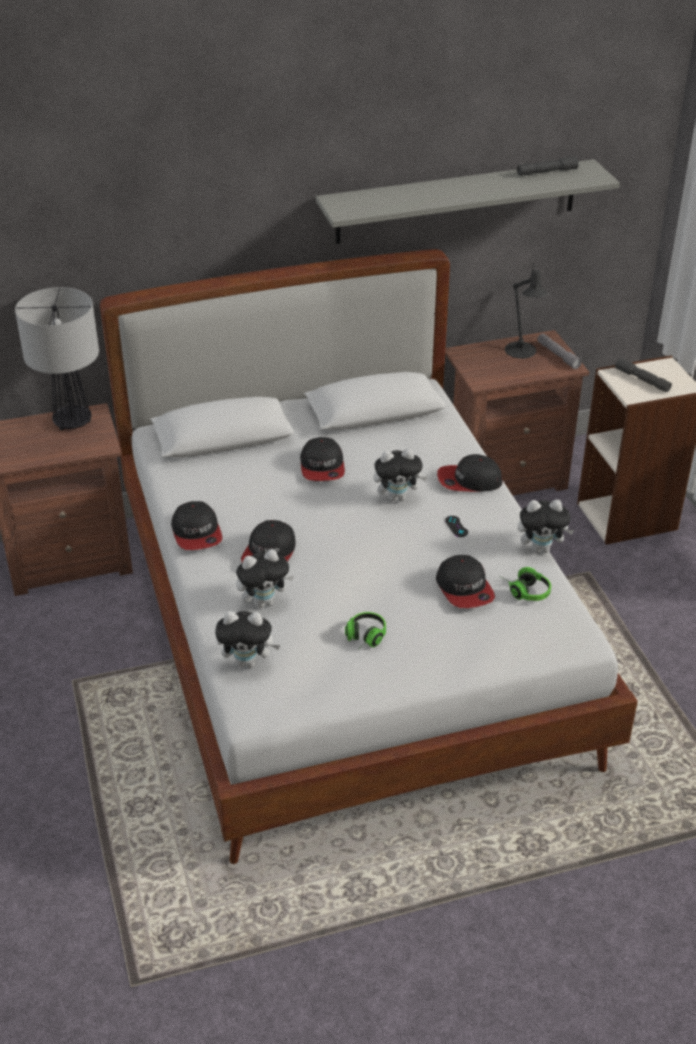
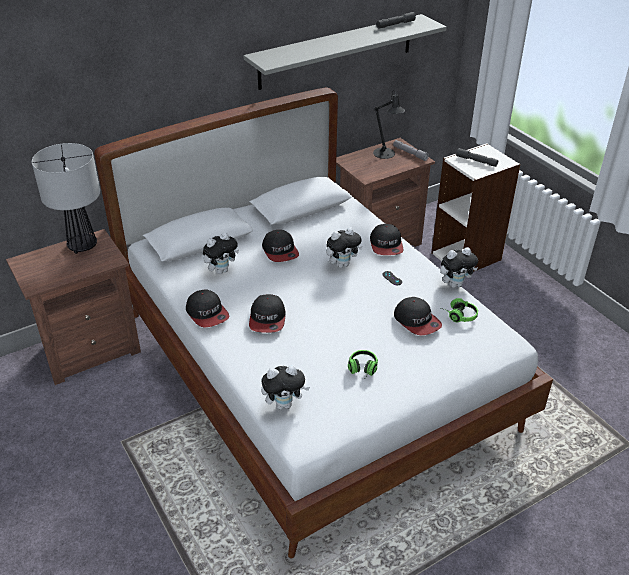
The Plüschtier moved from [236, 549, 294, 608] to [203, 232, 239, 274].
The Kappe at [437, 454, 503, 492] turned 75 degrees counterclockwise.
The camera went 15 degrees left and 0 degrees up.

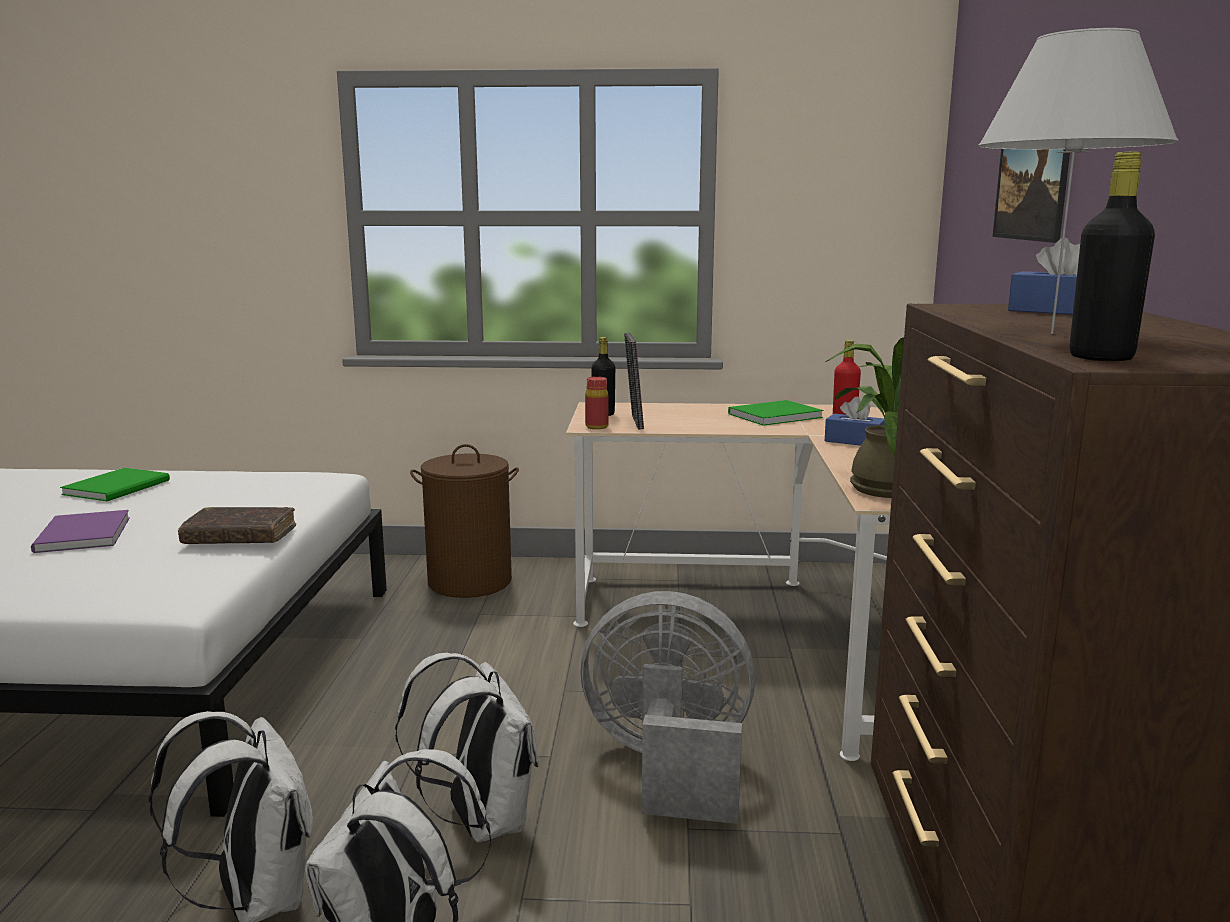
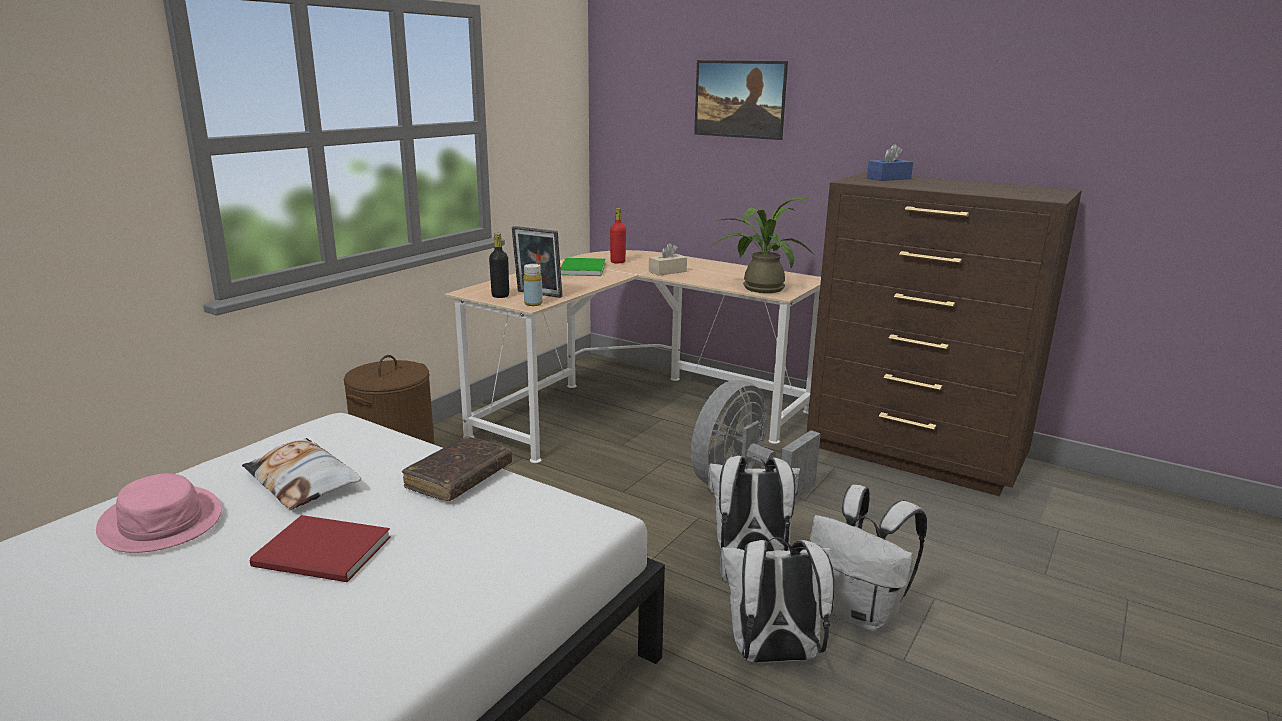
The Buch (grün) at [60, 468, 170, 501] was replaced by the Hut (rosa) at [96, 473, 222, 553].
The Kissen at [242, 438, 361, 510] appeared.
The Buch (lila) at [31, 510, 130, 553] became the Buch (rot) at [250, 515, 391, 582].
The Flasche (rot) at [585, 377, 608, 429] became the Flasche (gelb) at [523, 264, 543, 306].
The Taschentuchbox (blau) at [825, 397, 885, 446] became the Taschentuchbox (beige) at [649, 243, 687, 276].
The Tischlampe (weiß) at [978, 28, 1178, 334] disappeared.
The Flasche (schwarz) at [1070, 152, 1155, 361] disappeared.
The camera went 60 degrees left and 5 degrees up.

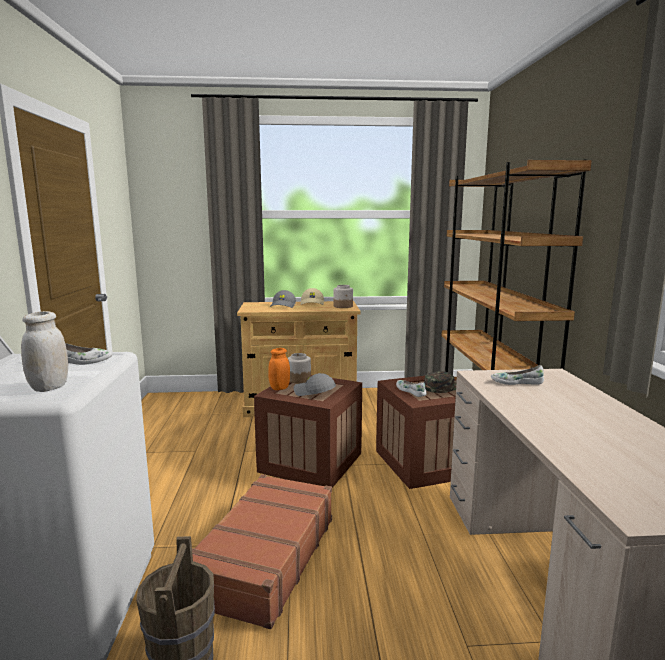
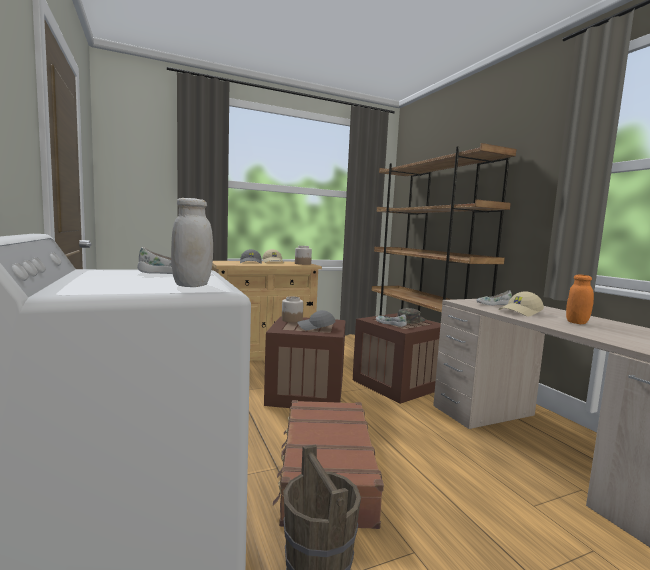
The Kappe (beige) at [498, 291, 544, 316] appeared.
The Vorratsglas (orange) moved from [268, 348, 290, 390] to [566, 275, 594, 324].
The camera went 20 degrees left and 5 degrees down.

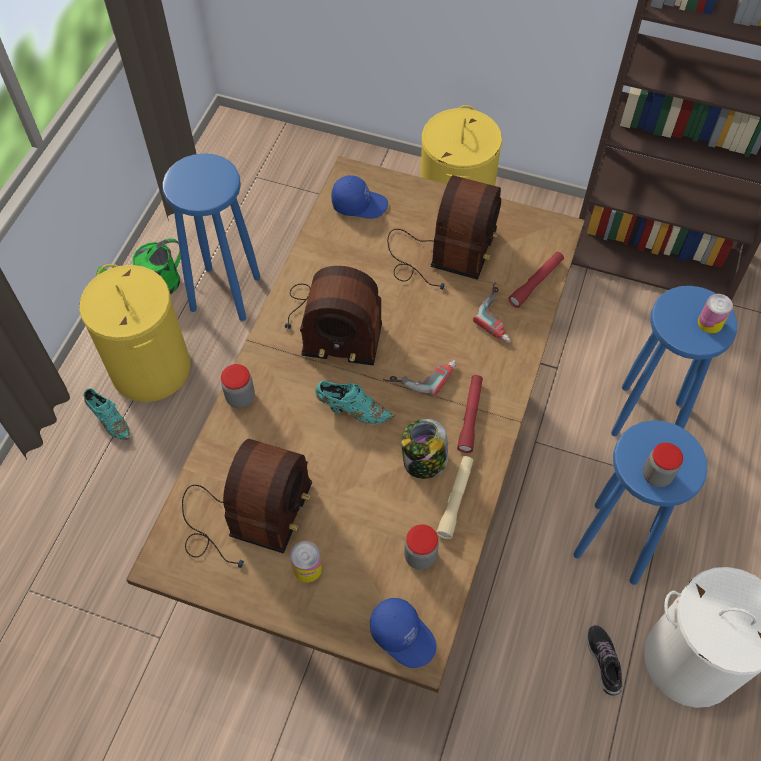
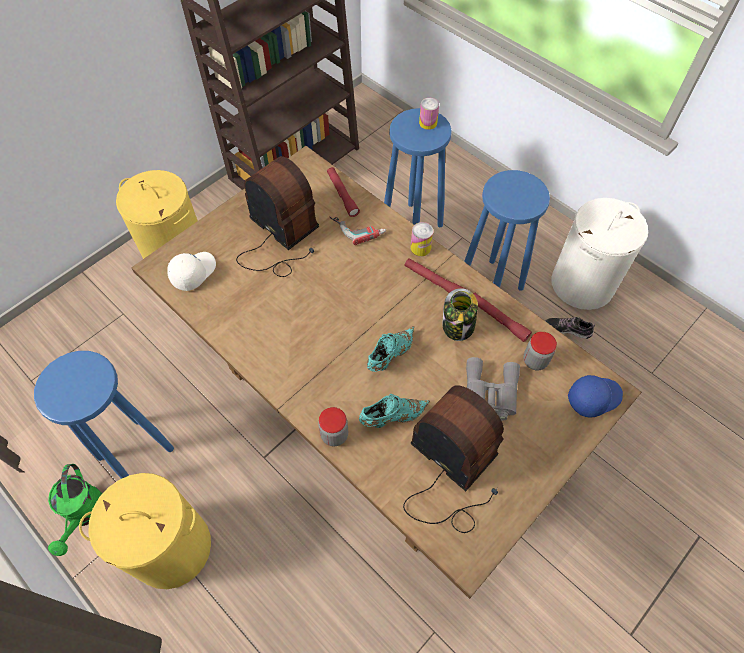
The Kappe (blau) at [331, 175, 388, 219] became the Kappe (weiß) at [167, 252, 216, 291].
The Schuh (türkis) moved from [83, 388, 130, 440] to [359, 394, 430, 428].
The Dose moved from [290, 541, 322, 583] to [411, 222, 433, 256].
The Fernglas (grau) at [466, 357, 520, 421] appeared.
The Taschenlampe (beige) at [436, 456, 474, 539] became the Taschenlampe (rot) at [473, 292, 532, 342].
The Radio at [285, 266, 382, 366] disappeared.
The Bohrmaschine at [383, 360, 456, 397] disappeared.
The Vorratsglas at [643, 443, 683, 487] disappeared.
The camera went 65 degrees left and 0 degrees up.

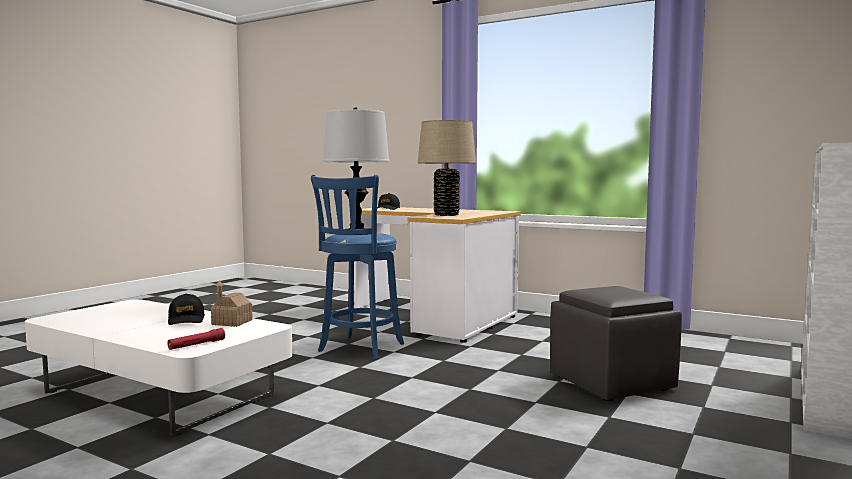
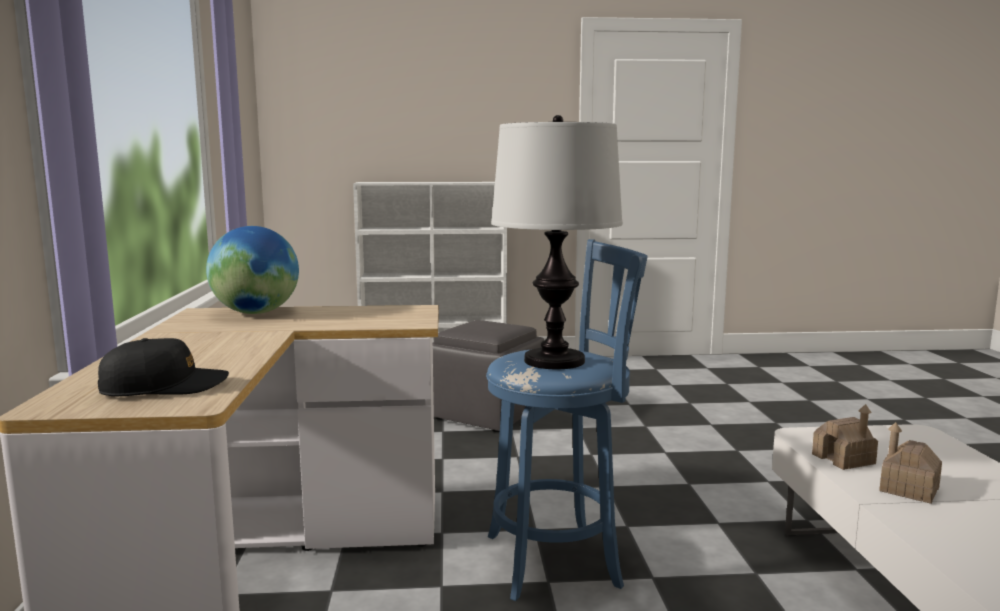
The Globus at [206, 226, 299, 314] appeared.
The Kappe (schwarz) at [168, 294, 205, 325] was replaced by the Spielzeughaus at [879, 422, 942, 504].
The Taschenlampe (rot) at [167, 328, 225, 350] disappeared.
The Tischlampe (beige) at [418, 120, 476, 216] disappeared.
The camera went 125 degrees left and 5 degrees up.

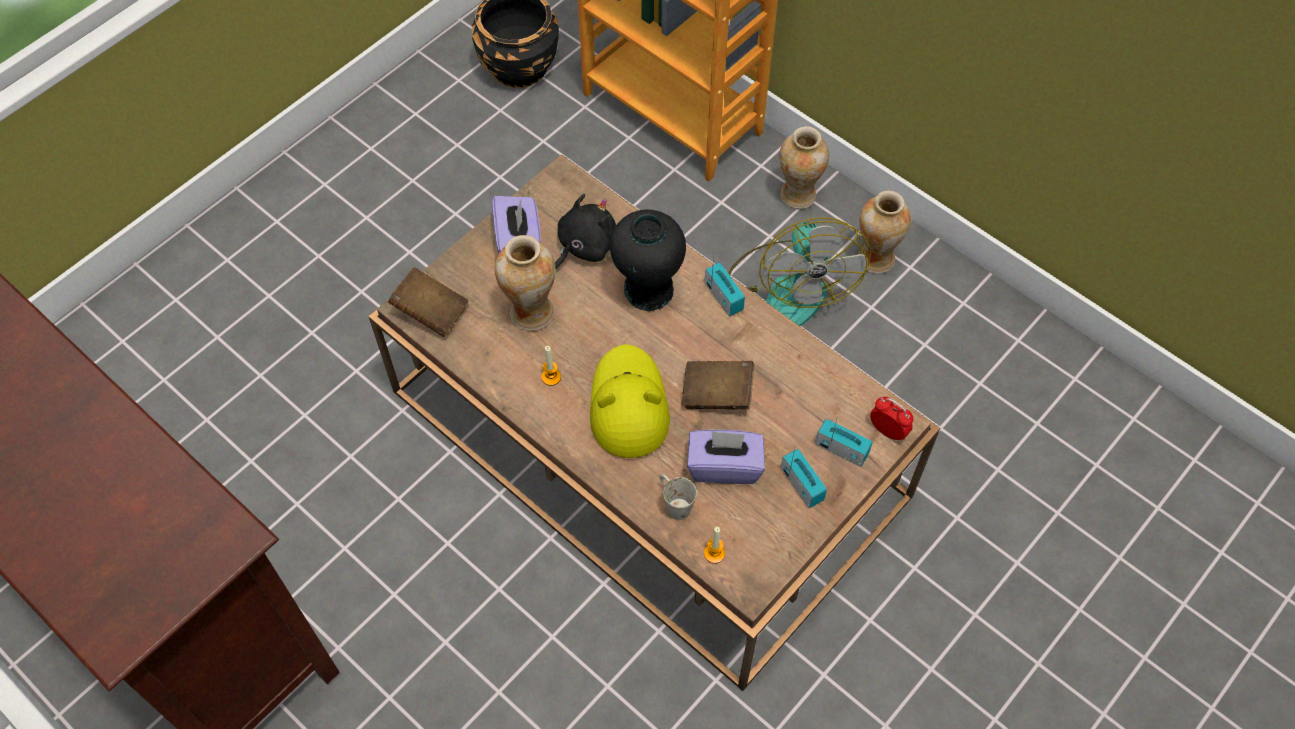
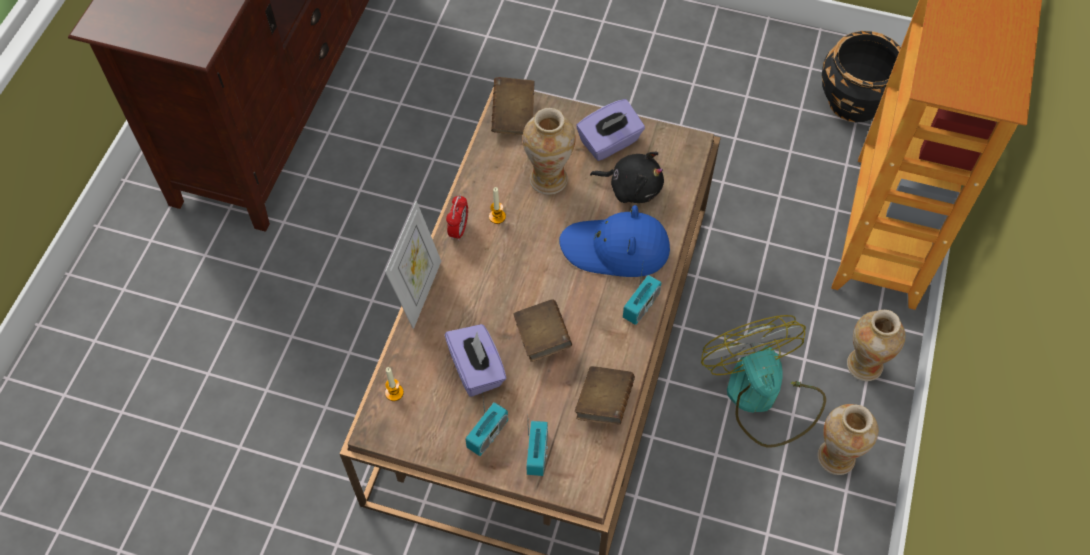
The Bilderrahmen at [385, 201, 441, 329] appeared.
The Wecker moved from [870, 397, 913, 442] to [446, 195, 468, 241].
The Vase (schwarz) at [610, 209, 686, 311] was replaced by the Hut (blau) at [559, 205, 670, 277].
The Buch (braun) at [575, 366, 635, 425] appeared.
The Ventilator at [728, 217, 871, 326] turned 105 degrees clockwise.
The Hut (gelb) at [590, 344, 670, 458] disappeared.
The Henkelbecher (weiß) at [660, 474, 697, 520] disappeared.
The camera went 65 degrees right and 0 degrees up.

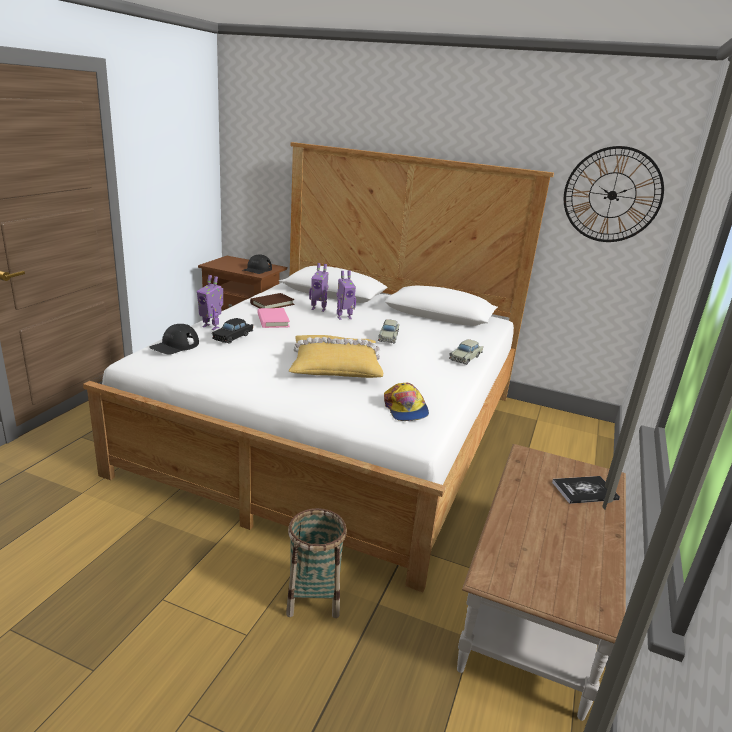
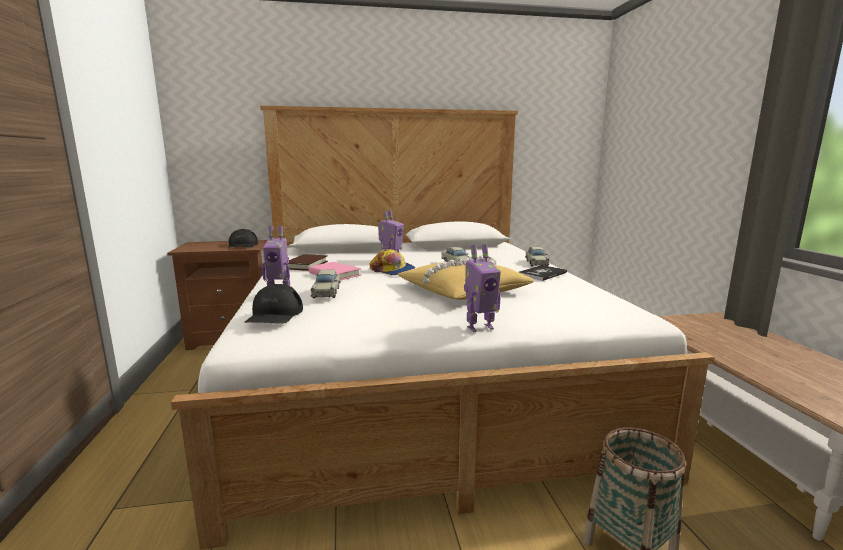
The Spielzeugauto (schwarz) at [212, 318, 253, 344] became the Spielzeugauto (beige) at [311, 270, 340, 298].
The Kappe moved from [384, 383, 429, 421] to [370, 249, 415, 275].
The Spielzeugroboter moved from [309, 263, 328, 312] to [464, 244, 501, 332].
The Buch moved from [552, 476, 620, 504] to [518, 265, 567, 281].
The Wanduhr at [564, 146, 664, 242] disappeared.
The camera went 30 degrees left and 10 degrees down.

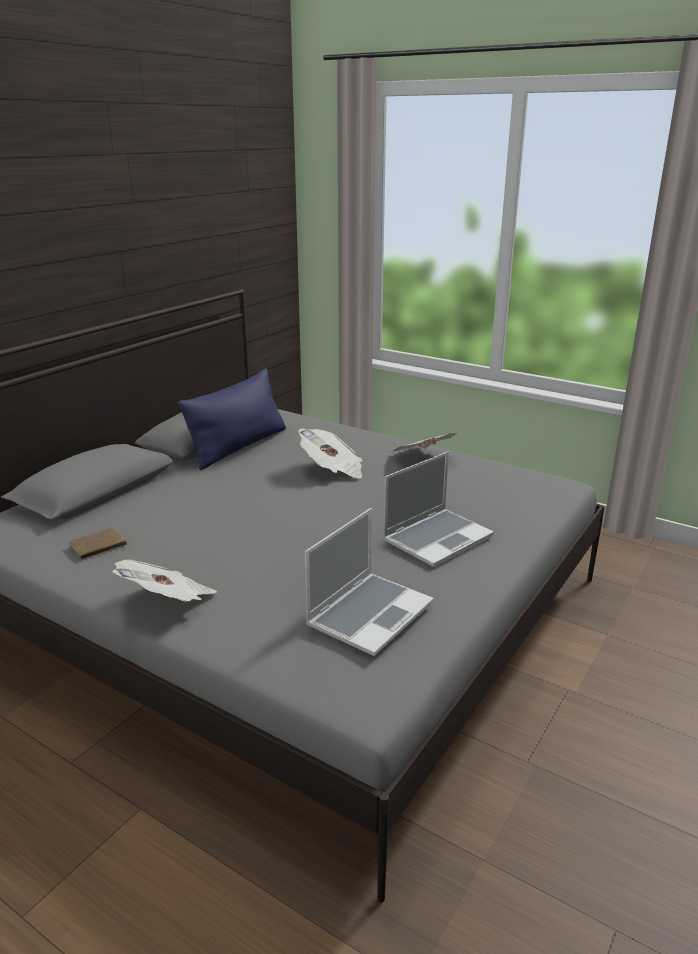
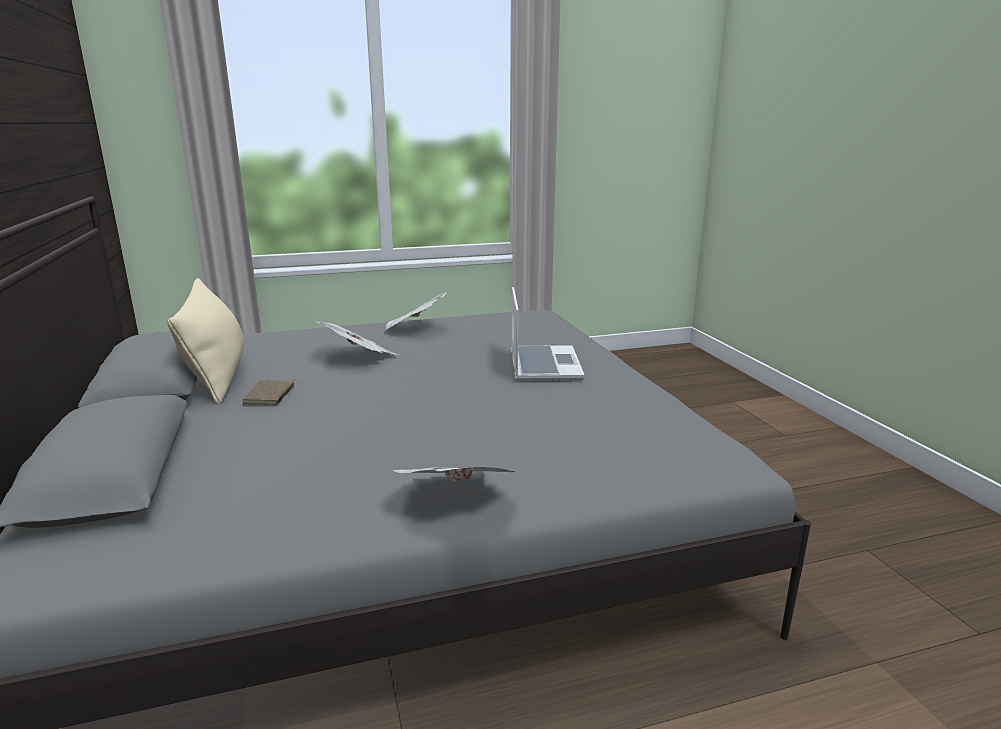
The Kissen (blau) at [178, 368, 286, 470] became the Kissen (beige) at [167, 278, 244, 404].
The Buch (braun) moved from [69, 527, 130, 559] to [242, 379, 303, 406].
The Laptop at [305, 508, 434, 656] disappeared.
The camera went 50 degrees left and 5 degrees down.

